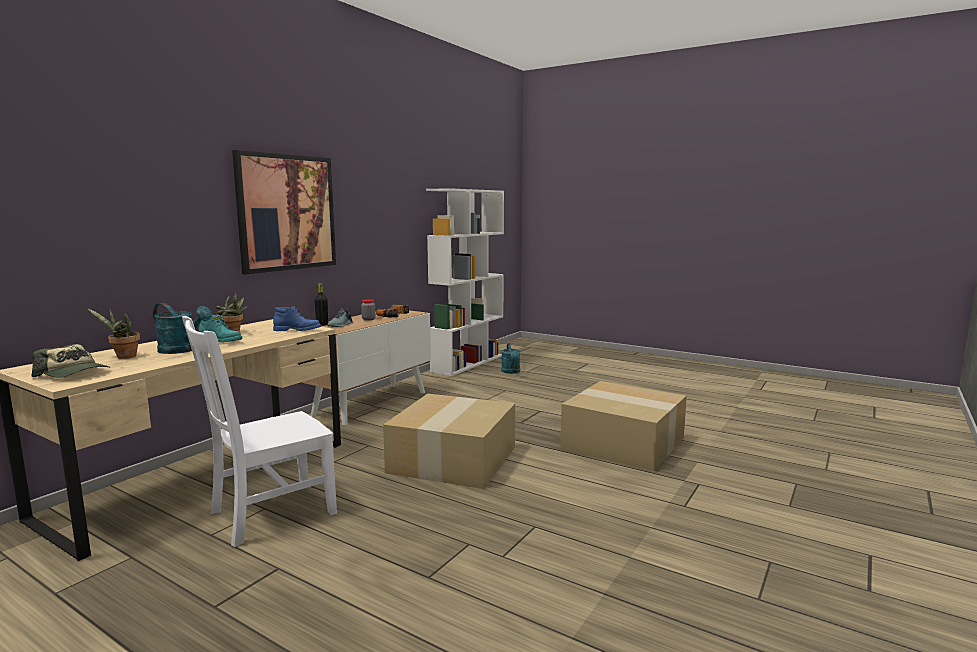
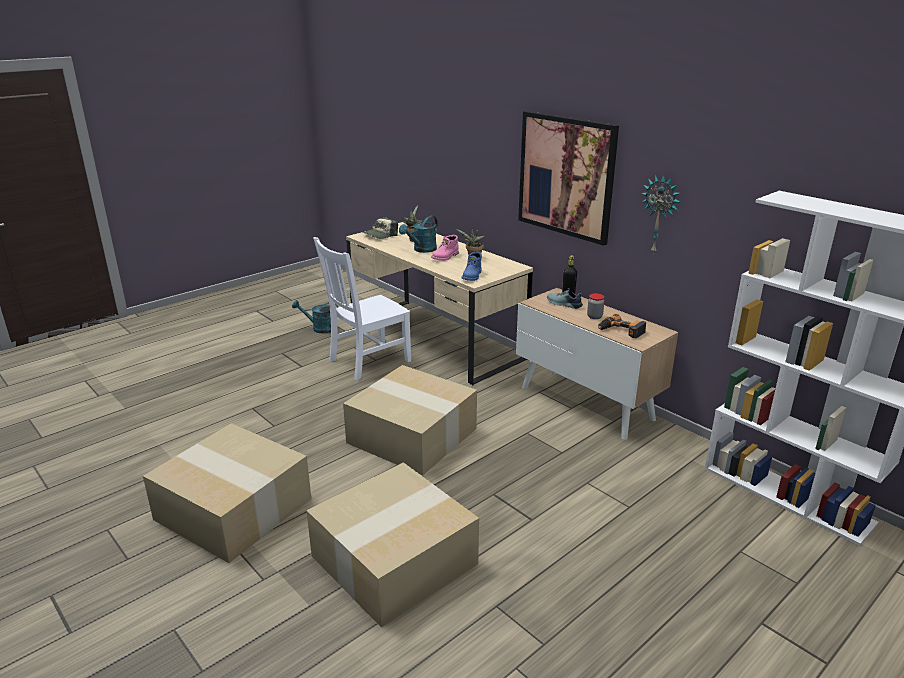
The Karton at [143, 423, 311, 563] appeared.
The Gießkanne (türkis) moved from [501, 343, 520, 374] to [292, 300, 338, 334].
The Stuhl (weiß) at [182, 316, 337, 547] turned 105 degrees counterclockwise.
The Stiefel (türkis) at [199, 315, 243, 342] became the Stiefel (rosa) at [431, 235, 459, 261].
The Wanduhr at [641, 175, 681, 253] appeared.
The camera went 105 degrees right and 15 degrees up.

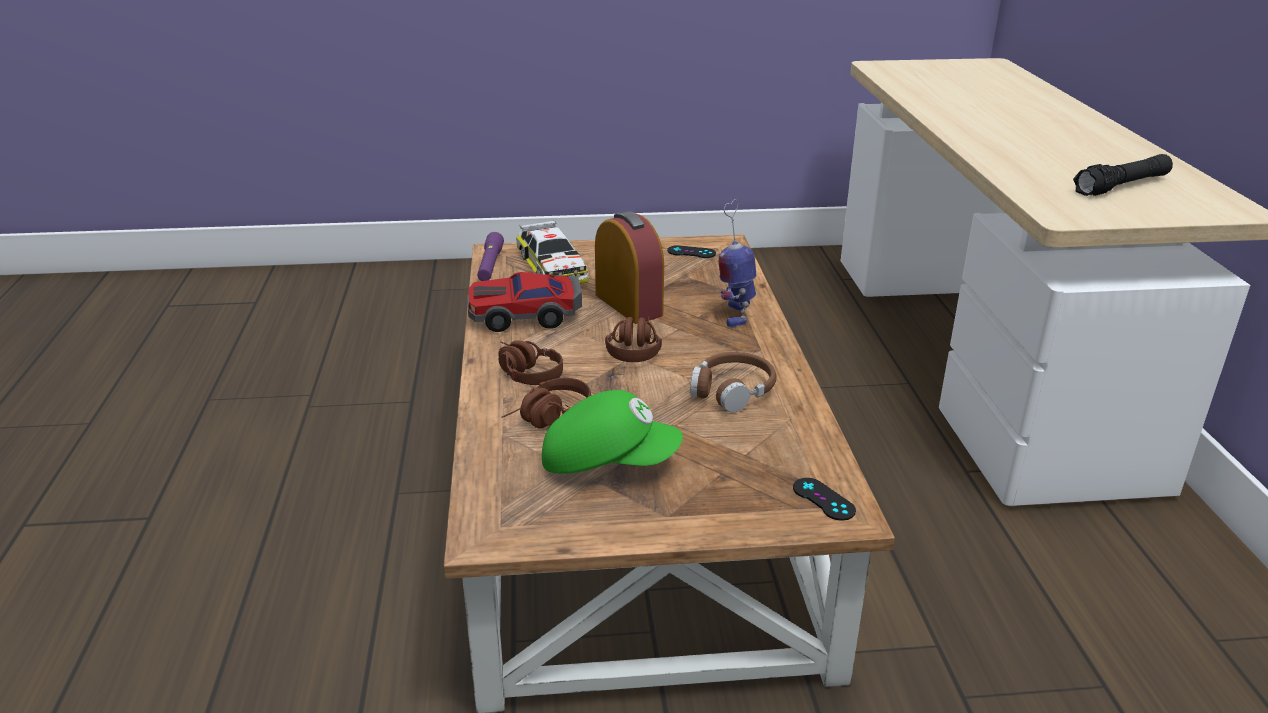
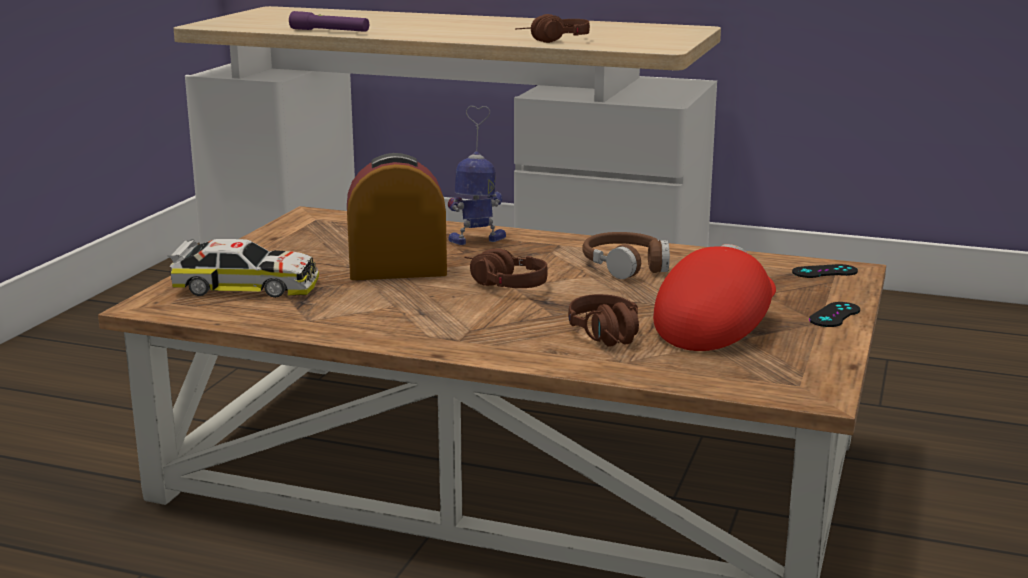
The Taschenlampe (lila) moved from [477, 232, 504, 281] to [289, 11, 369, 32].
The Spielzeugroboter at [719, 199, 757, 327] turned 135 degrees clockwise.
The Kopfhörer (braun) moved from [498, 340, 563, 385] to [515, 14, 590, 43].
The Kappe (grün) at [542, 390, 683, 474] became the Kappe (rot) at [653, 244, 776, 351].
The Gamepad (schwarz) moved from [667, 245, 716, 258] to [809, 302, 860, 327].
The Spielzeugauto at [467, 272, 582, 332] disappeared.
The Taschenlampe (schwarz) at [1073, 154, 1173, 196] disappeared.
The camera went 65 degrees left and 10 degrees down.

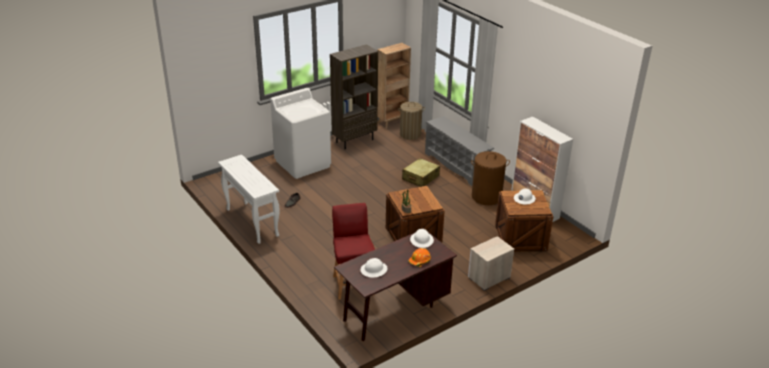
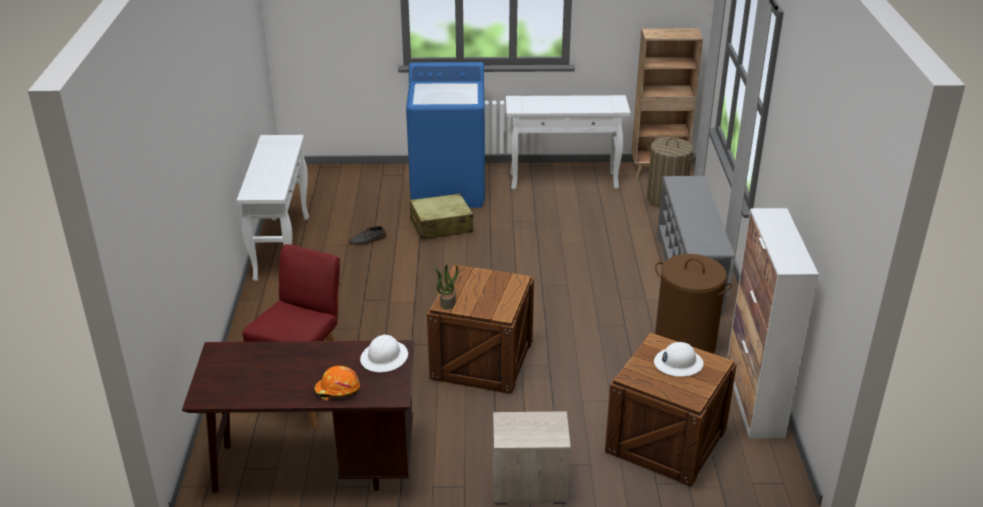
The Waschmaschine (weiß) at [270, 88, 331, 179] became the Waschmaschine (blau) at [406, 62, 485, 208].
The Koffer (beige) moved from [402, 158, 440, 187] to [409, 193, 473, 240].
The Bücherregal (braun) at [330, 44, 378, 149] was replaced by the Konsolentisch (weiß) at [506, 95, 631, 190].
The Schutzhelm (weiß) at [360, 258, 388, 278] disappeared.
The camera went 35 degrees right and 0 degrees up.

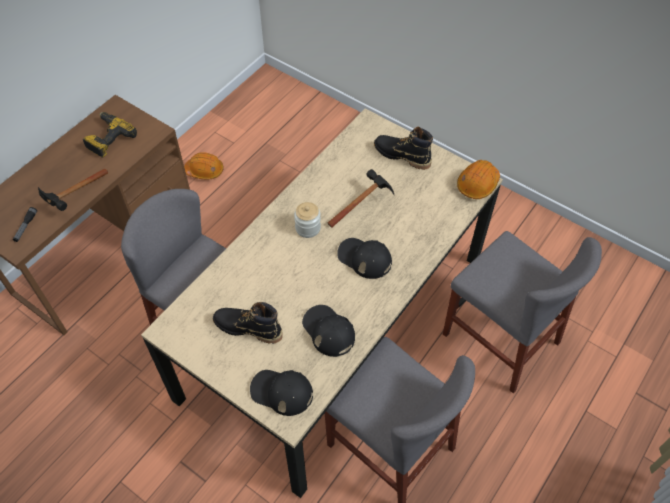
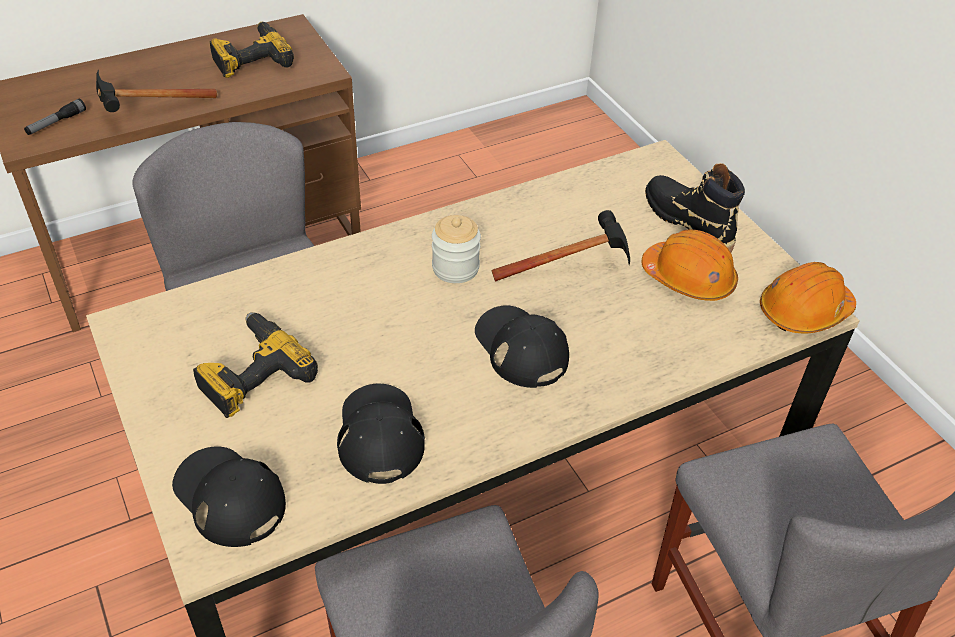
The Stiefel (schwarz) at [213, 302, 283, 343] was replaced by the Bohrmaschine at [193, 312, 318, 418].
The Schutzhelm (orange) moved from [184, 152, 224, 179] to [642, 230, 738, 301].
The camera went 25 degrees right and 10 degrees down.

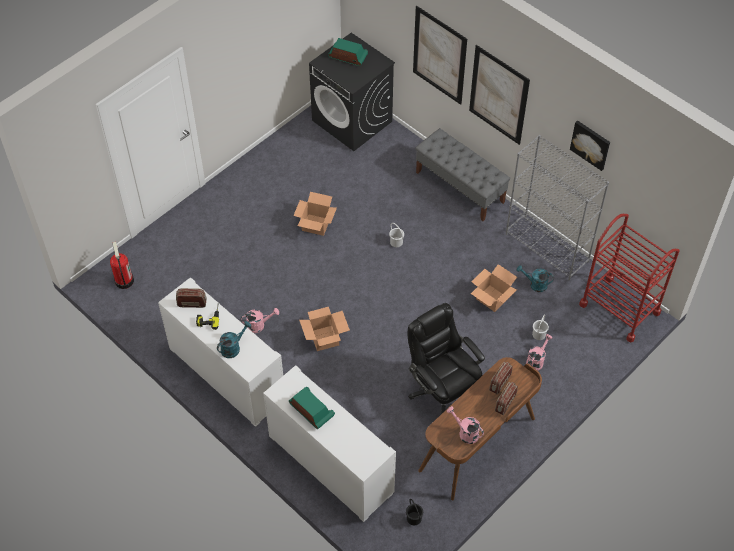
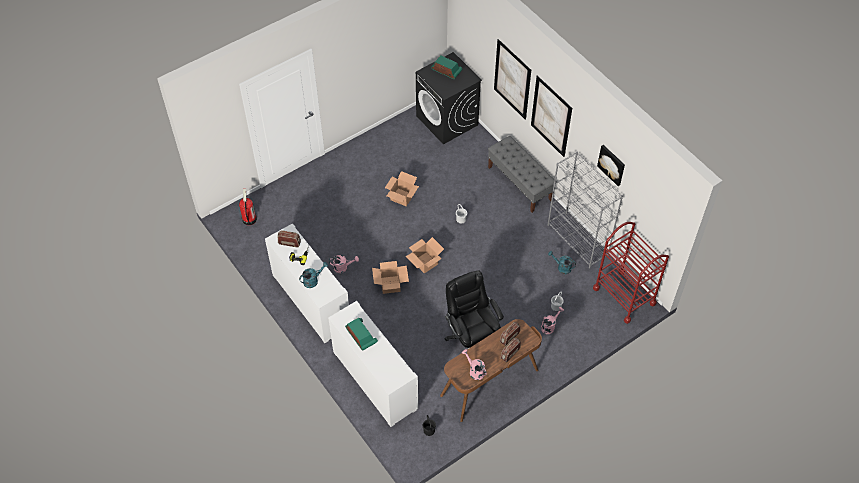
The Karton moved from [471, 264, 517, 312] to [406, 237, 444, 273].
The camera went 10 degrees right and 0 degrees up.

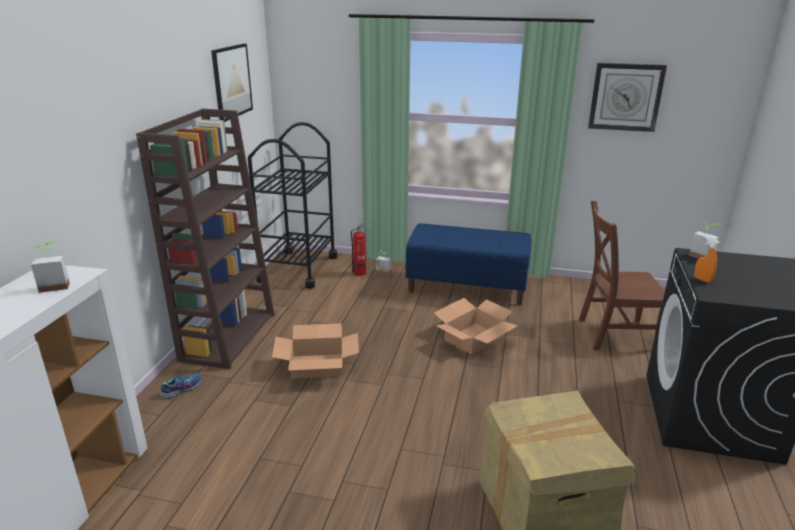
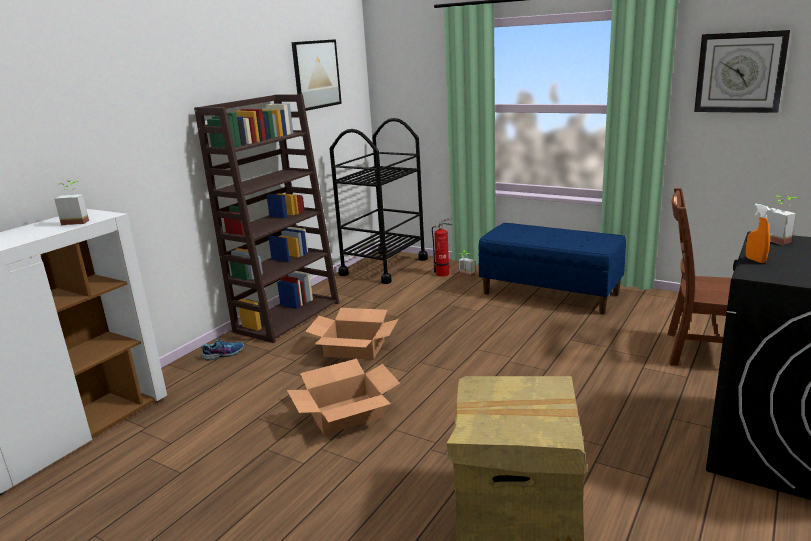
The Karton moved from [434, 298, 517, 354] to [287, 359, 400, 435].
The camera went 20 degrees right and 5 degrees down.

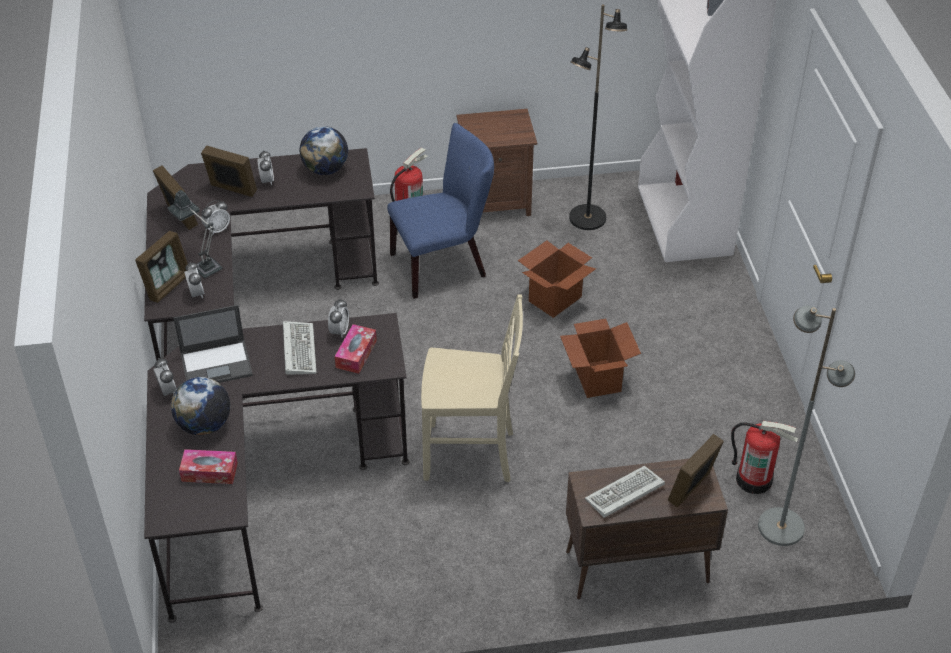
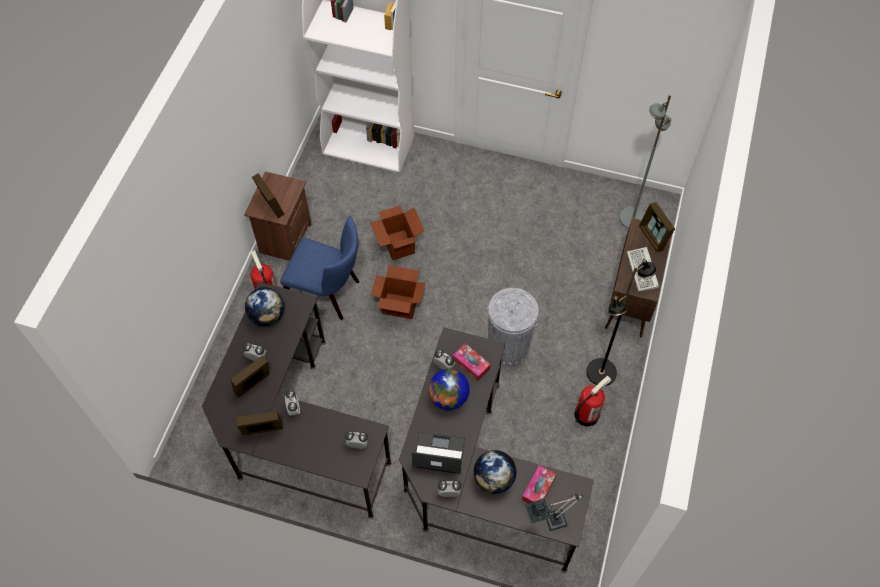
The Bilderrahmen moved from [135, 231, 188, 303] to [252, 173, 285, 218].
The Stuhl (blau) at [387, 123, 494, 299] turned 105 degrees clockwise.
The Karton moved from [560, 319, 641, 398] to [371, 265, 426, 319].
The Laptop at [173, 305, 253, 383] turned 90 degrees counterclockwise.
The Tastatur at [283, 321, 317, 375] was replaced by the Globus at [429, 369, 470, 410].
The Stuhl (beige) at [421, 294, 523, 482] was replaced by the Mülleimer (grau) at [487, 288, 539, 366].
The Tischlampe moved from [168, 190, 223, 278] to [525, 494, 583, 531].
The Feuerlöscher moved from [731, 421, 798, 494] to [574, 375, 611, 426].
The Stehlampe (schwarz) moved from [569, 4, 627, 230] to [586, 258, 657, 386].
The camera went 65 degrees left and 15 degrees up.

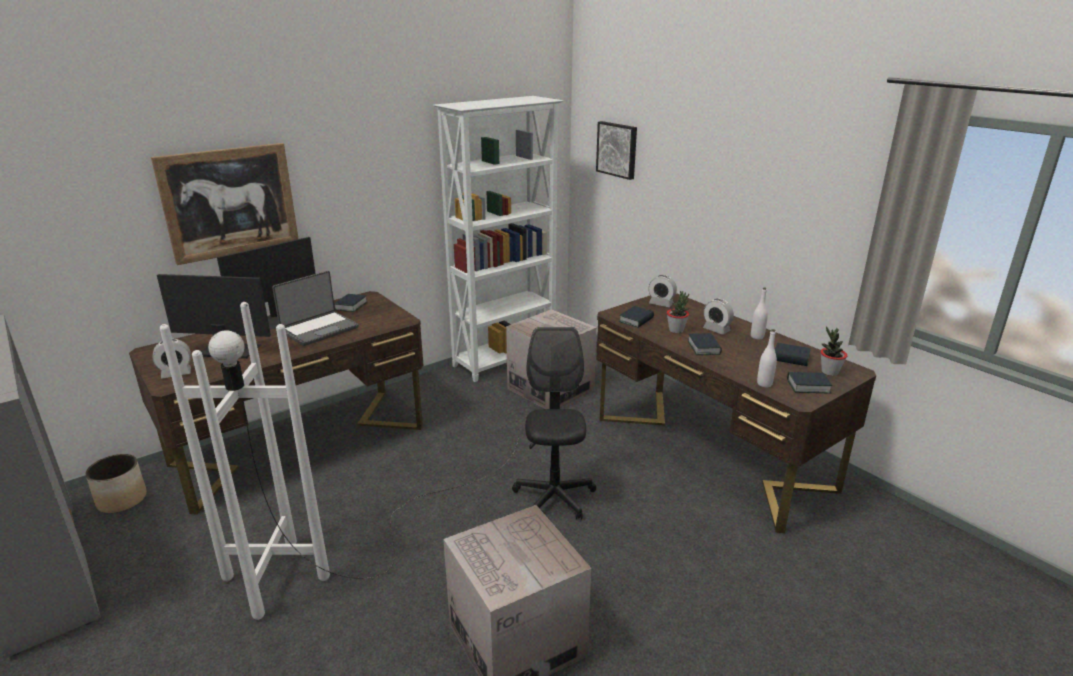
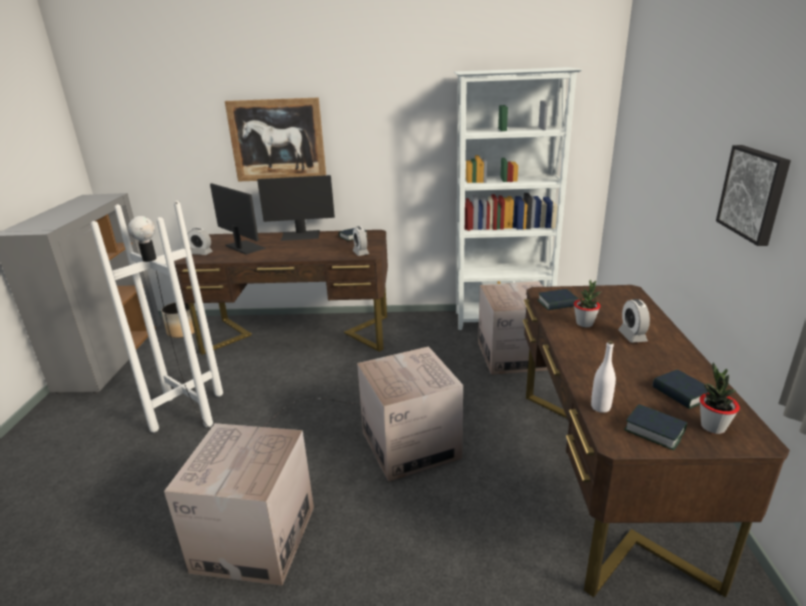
The Wecker moved from [648, 275, 677, 307] to [353, 226, 369, 256].
The Bürostuhl (schwarz) at [512, 327, 596, 519] was replaced by the Karton at [357, 346, 463, 482].
The Bild moved from [596, 121, 637, 180] to [716, 145, 791, 246].
The Laptop at [272, 271, 359, 346] disappeared.
The Buch at [688, 333, 722, 355] disappeared.
The Flasche (weiß) at [751, 288, 768, 339] disappeared.
The camera went 40 degrees right and 0 degrees up.

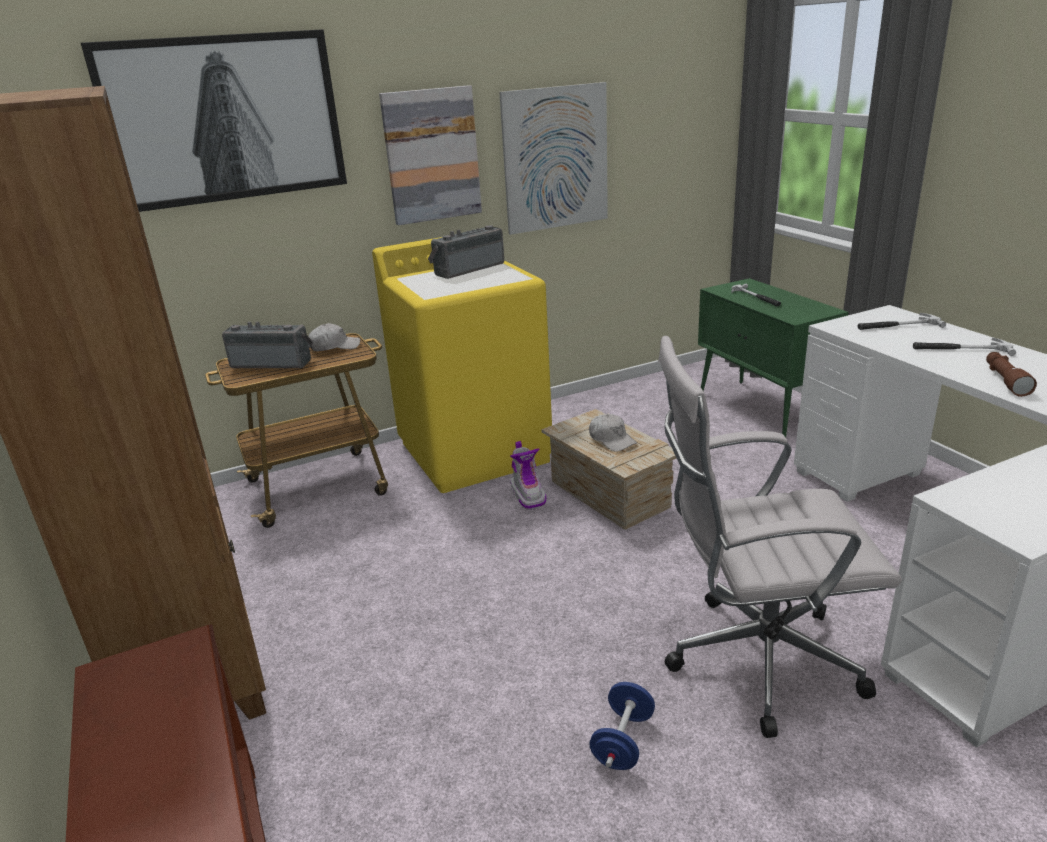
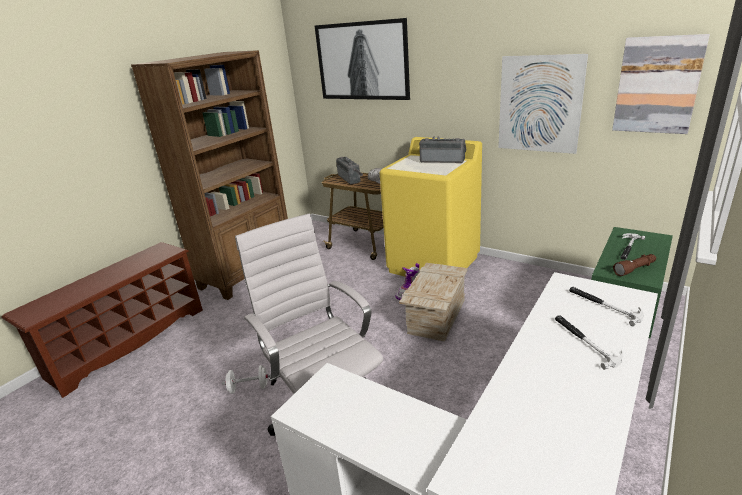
The Hantel (blau) at [589, 682, 655, 770] became the Hantel (weiß) at [222, 365, 271, 394].
The Bild moved from [379, 85, 482, 225] to [612, 34, 710, 134].
The Taschenlampe (braun) moved from [986, 352, 1037, 397] to [613, 254, 656, 276].
The Kappe (weiß) at [589, 414, 637, 452] disappeared.
The camera went 60 degrees right and 0 degrees up.

